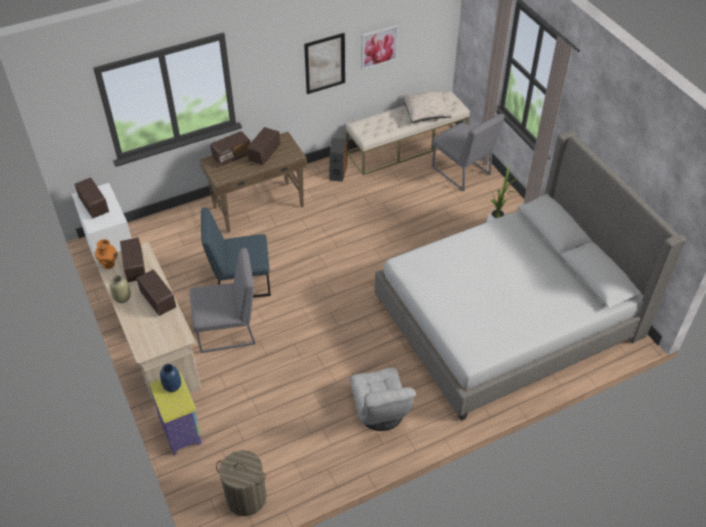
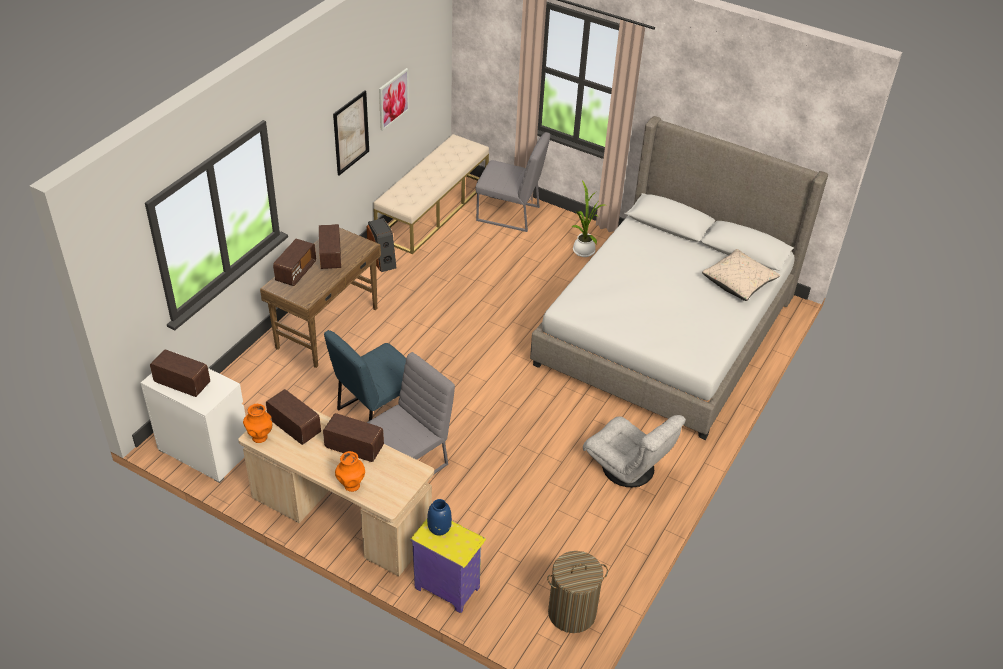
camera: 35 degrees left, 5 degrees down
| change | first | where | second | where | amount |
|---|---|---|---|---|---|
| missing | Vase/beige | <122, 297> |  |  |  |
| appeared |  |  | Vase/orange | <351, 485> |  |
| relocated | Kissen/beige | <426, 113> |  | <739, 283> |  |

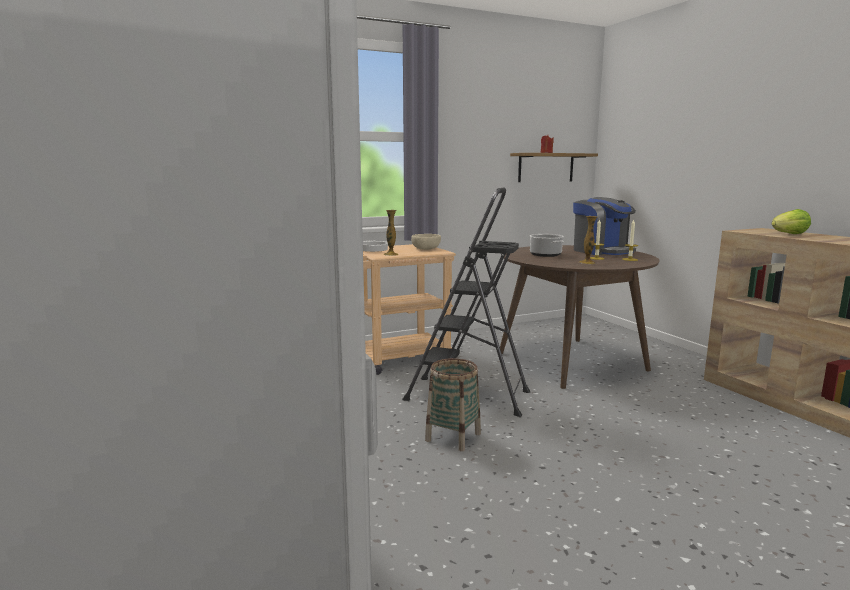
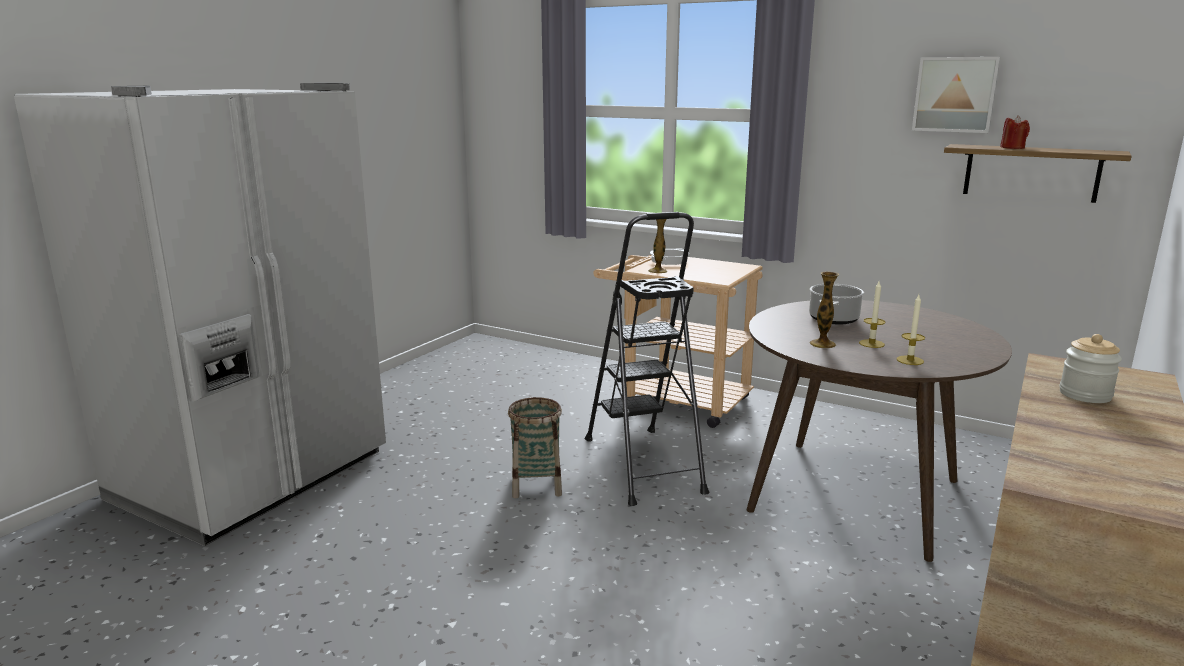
camera: 55 degrees right, 5 degrees up
| change | first | where | second | where | amount |
|---|---|---|---|---|---|
| missing | Schüssel/beige | <426, 249> |  |  |  |
| missing | Kaffeemaschine | <601, 251> |  |  |  |
| appeared |  |  | Bild | <955, 94> |  |
| exchanged | Salatkopf | <788, 234> | Vorratsglas | <1085, 395> |  |

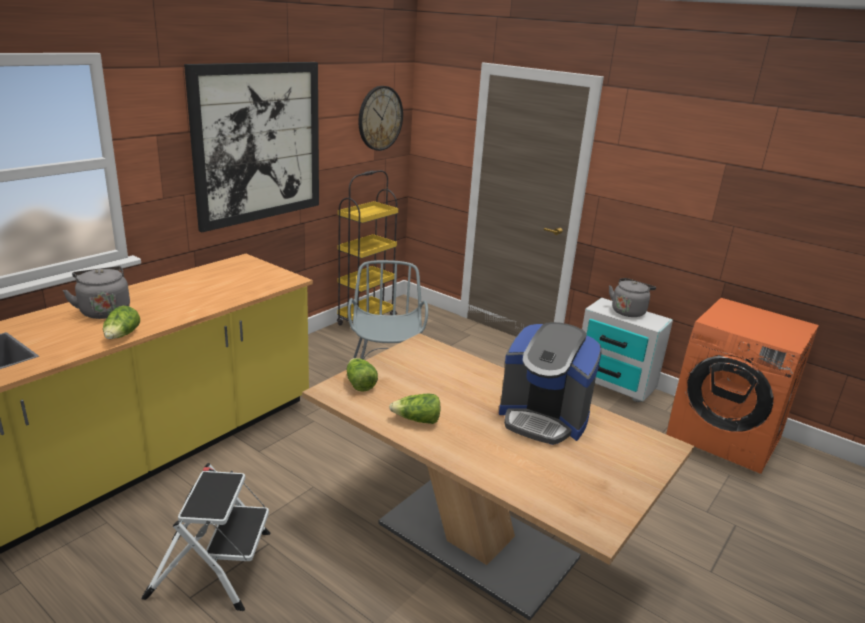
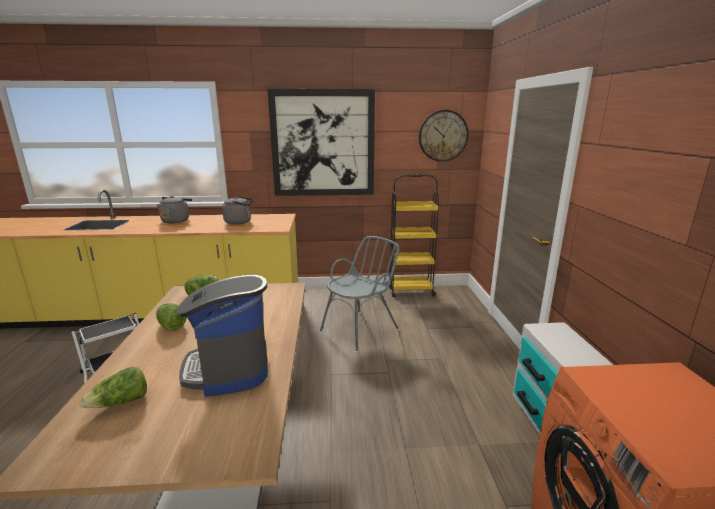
camera: 50 degrees right, 5 degrees down
| change | first | where | second | where | amount |
|---|---|---|---|---|---|
| relocated | Salatkopf | <122, 336> |  | <121, 403> |  |
| relocated | Wasserkessel/grau | <628, 311> |  | <240, 222> |  |

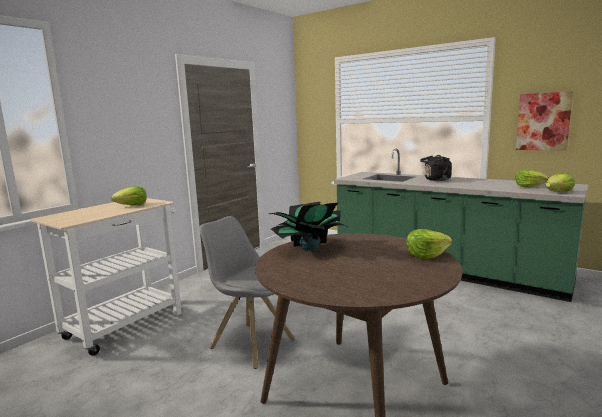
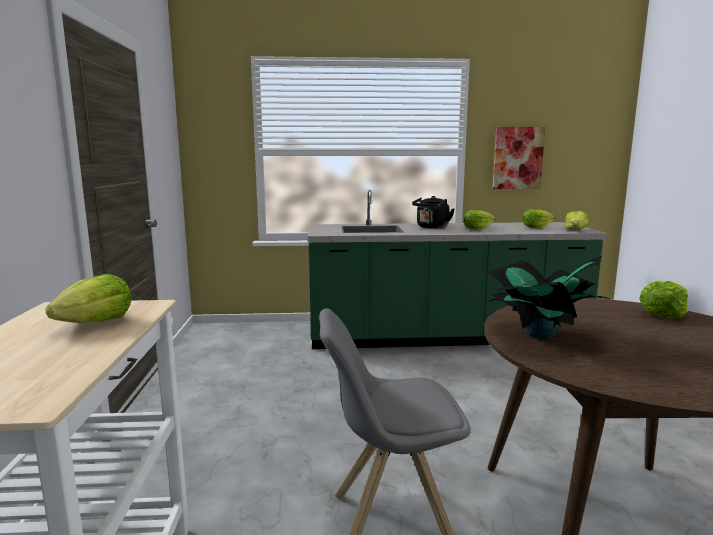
camera: 40 degrees left, 0 degrees up
| change | first | where | second | where | amount |
|---|---|---|---|---|---|
| appeared |  |  | Salatkopf | <477, 228> |  |

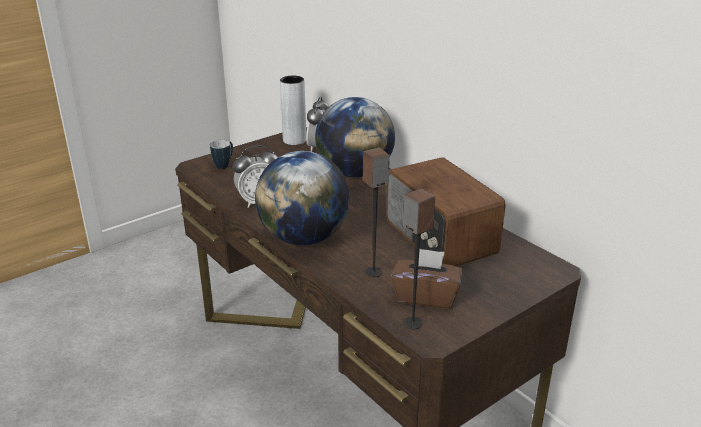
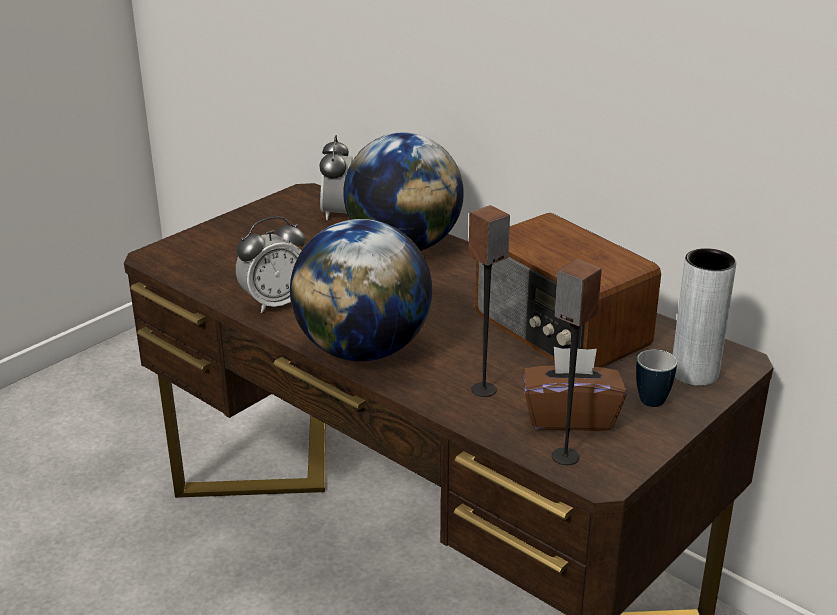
camera: 10 degrees left, 0 degrees up
| change | first | where | second | where | amount |
|---|---|---|---|---|---|
| relocated | Henkelbecher | <224, 165> |  | <653, 397> |  |
| relocated | Vase/grau | <294, 140> |  | <694, 373> |  |

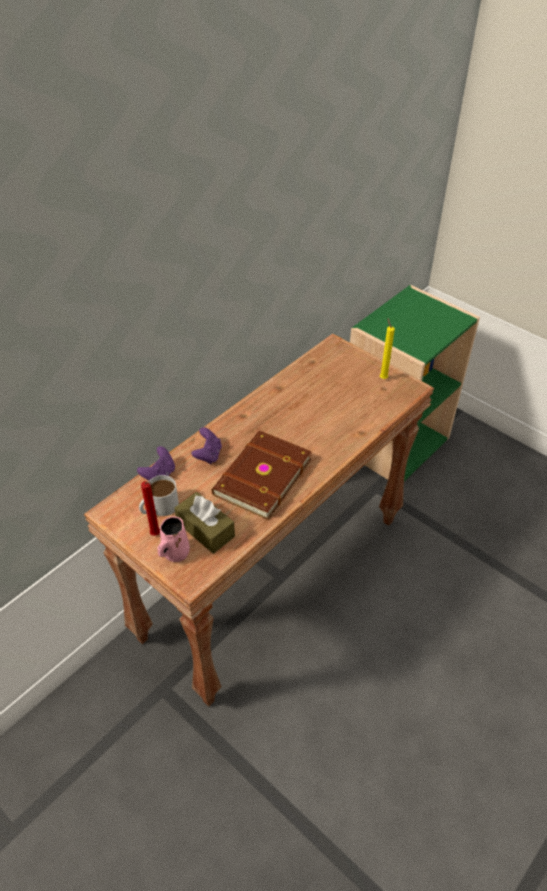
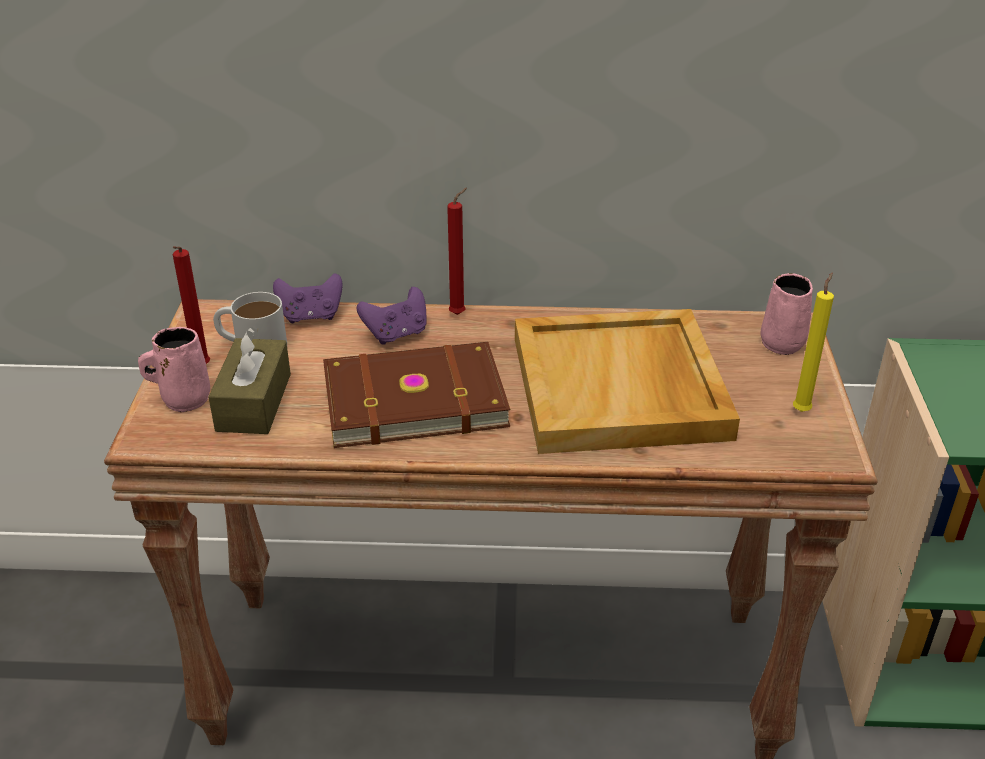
camera: 50 degrees right, 10 degrees down
| change | first | where | second | where | amount |
|---|---|---|---|---|---|
| appeared |  |  | Kerze/rot | <459, 313> |  |
| appeared |  |  | Tablett/beige | <621, 388> |  |
| appeared |  |  | Henkelbecher/rosa | <782, 342> |  |

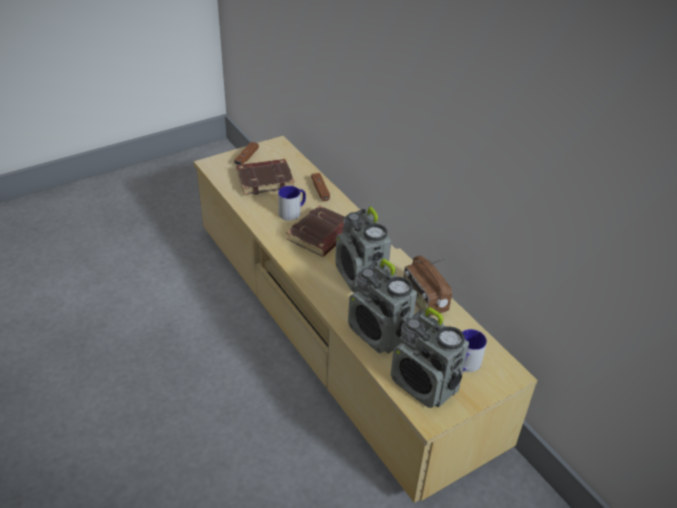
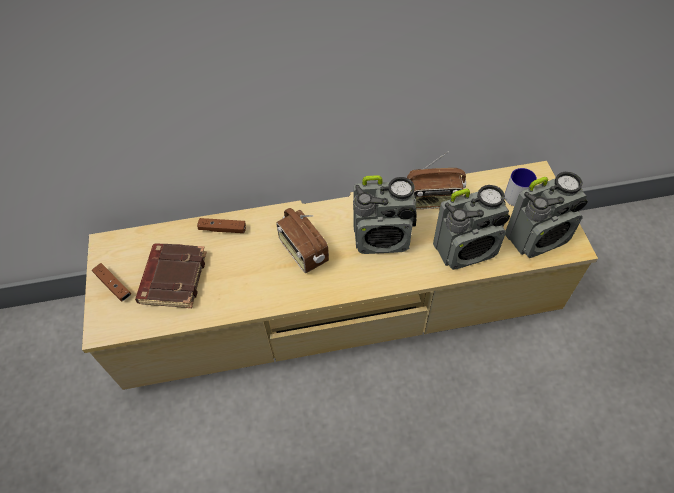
camera: 65 degrees left, 15 degrees up
| change | first | where | second | where | amount |
|---|---|---|---|---|---|
| missing | Henkelbecher | <293, 212> |  |  |  |
| exchanged | Buch/braun | <321, 236> | Radio | <303, 252> |  |

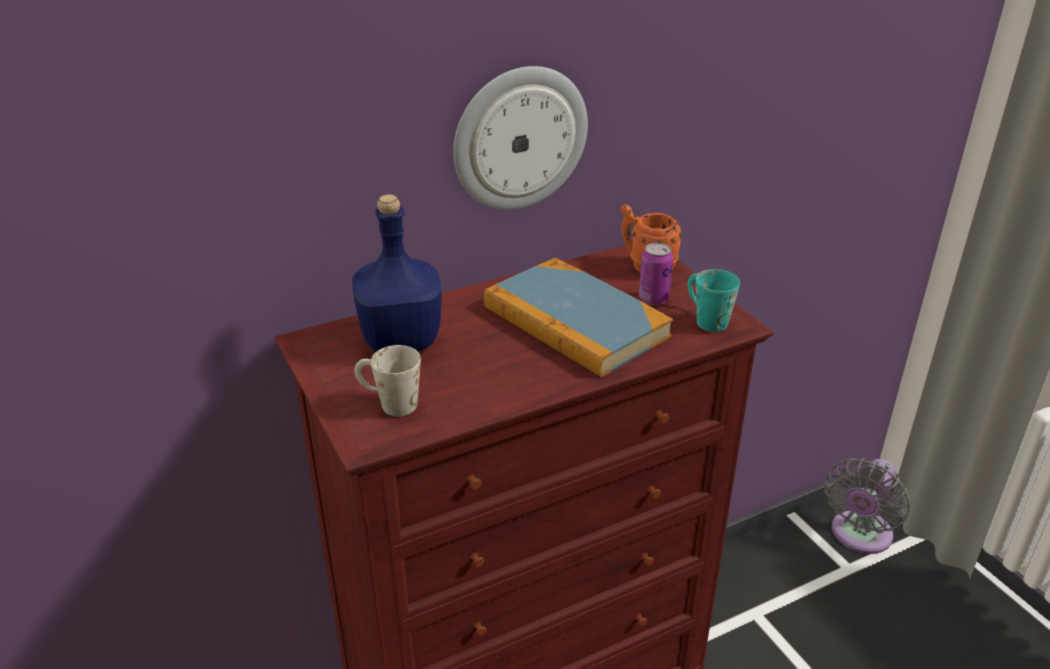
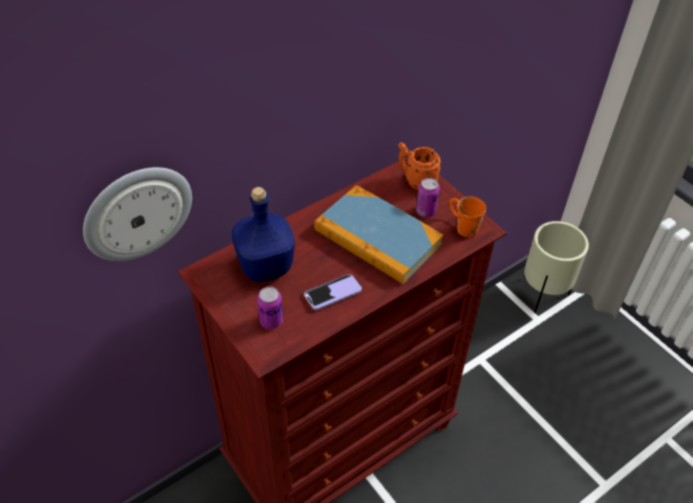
camera: 10 degrees left, 15 degrees up
| change | first | where | second | where | amount |
|---|---|---|---|---|---|
| appeared |  |  | Handy | <333, 293> |  |
| relocated | Wanduhr | <519, 138> |  | <137, 212> |  |
| exchanged | Henkelbecher/weiß | <388, 403> | Dose | <271, 321> |  |
| exchanged | Ventilator/grau | <858, 536> | Pflanzkübel/beige | <543, 295> |  |
| colour | Henkelbecher/türkis | <704, 318> | Henkelbecher/orange | <461, 226> |  |

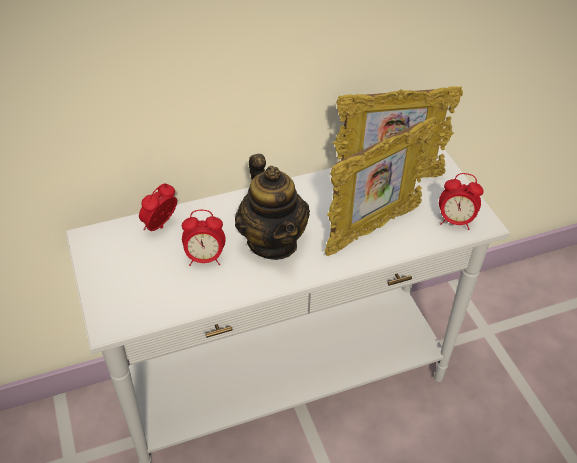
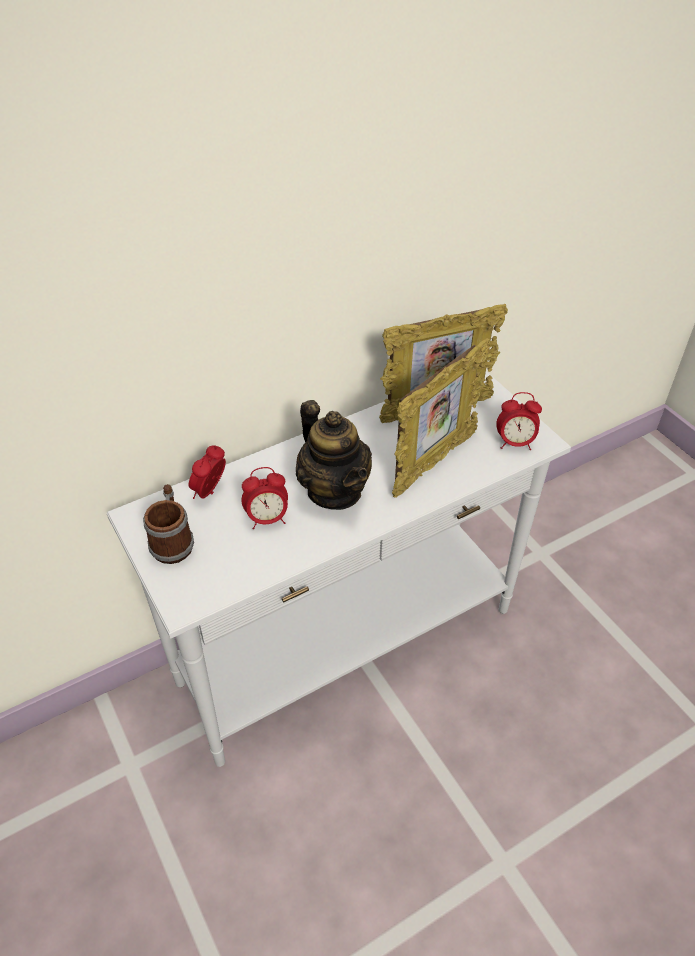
camera: 10 degrees left, 0 degrees up
| change | first | where | second | where | amount |
|---|---|---|---|---|---|
| appeared |  |  | Henkelbecher | <173, 541> |  |

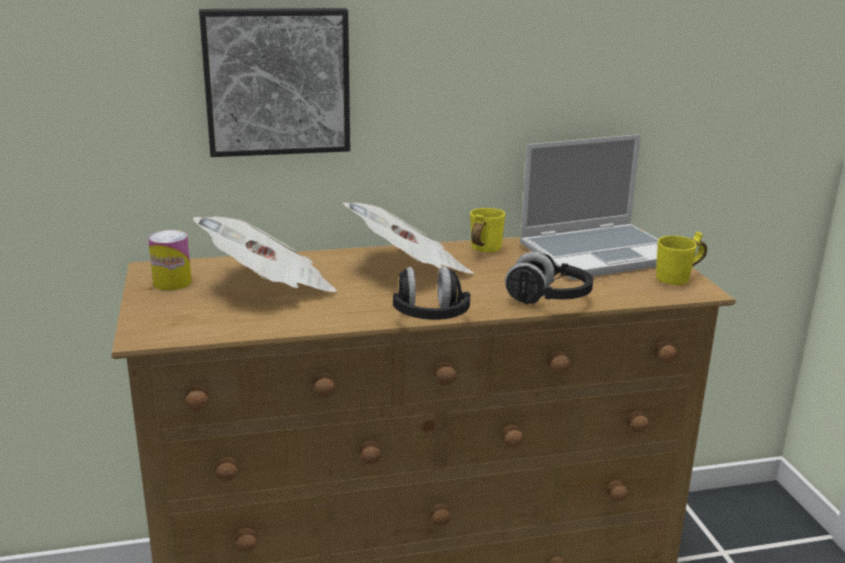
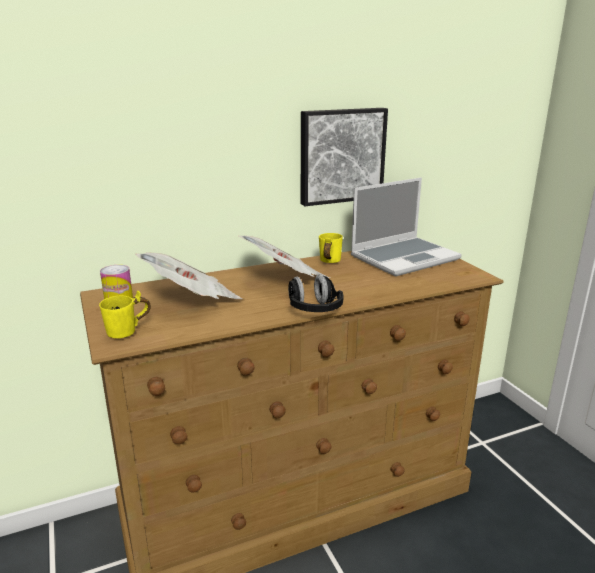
camera: 10 degrees left, 0 degrees up
| change | first | where | second | where | amount |
|---|---|---|---|---|---|
| missing | Kopfhörer/schwarz | <547, 299> |  |  |  |
| relocated | Bild | <277, 81> |  | <341, 155> |  |
| relocated | Henkelbecher/gelb | <680, 281> |  | <129, 333> |  |

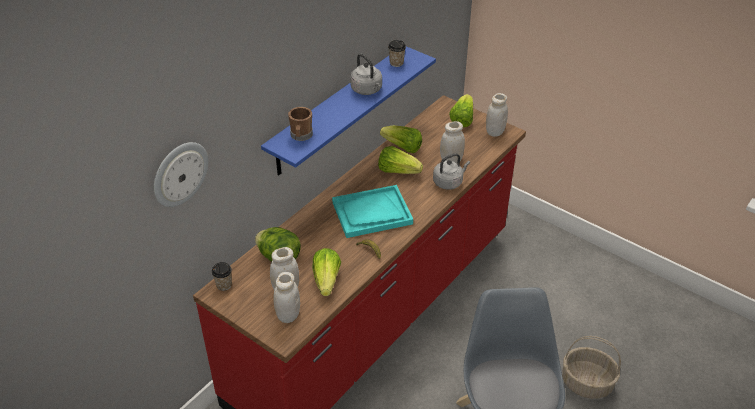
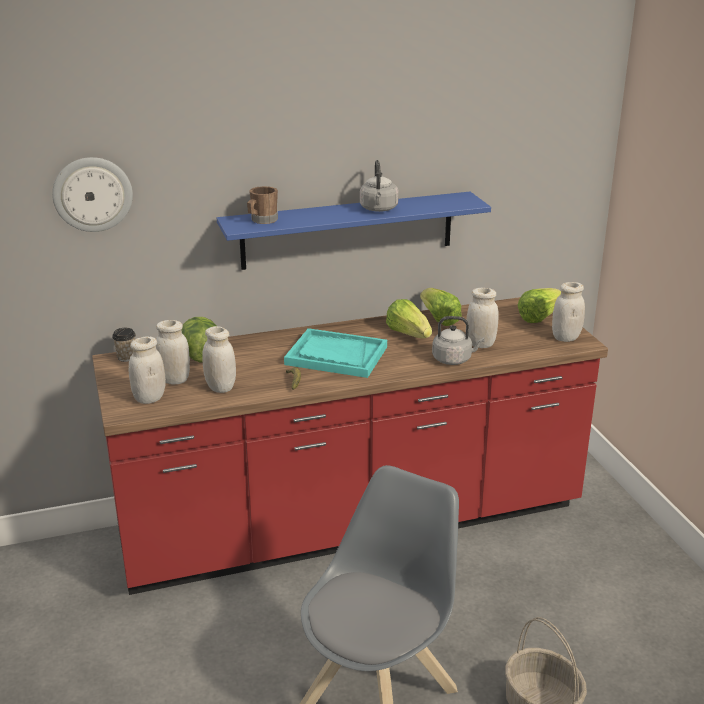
camera: 35 degrees right, 15 degrees down
| change | first | where | second | where | amount |
|---|---|---|---|---|---|
| missing | Tasse | <396, 63> |  |  |  |
| exchanged | Salatkopf | <326, 280> | Vorratsglas/weiß | <220, 387> |  |

